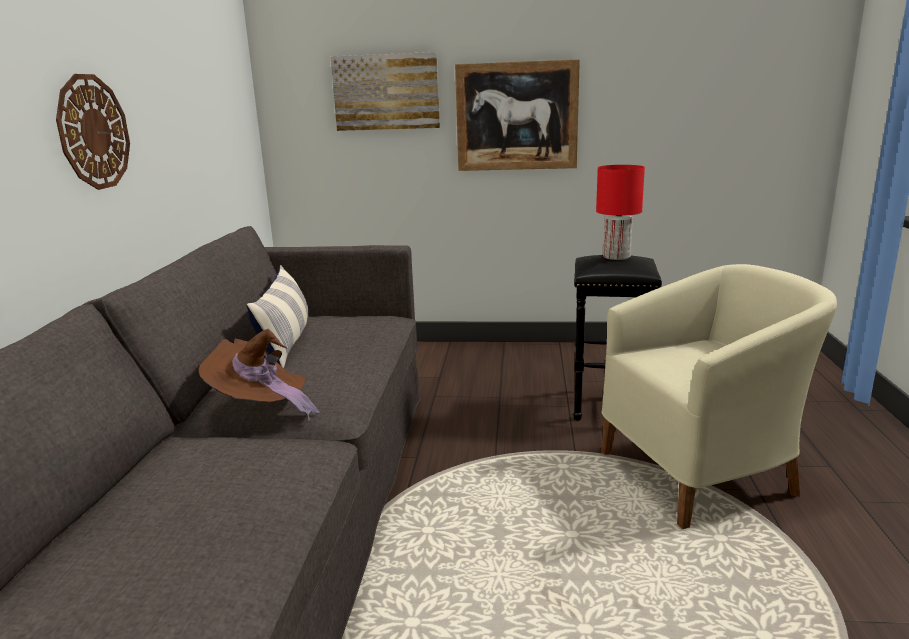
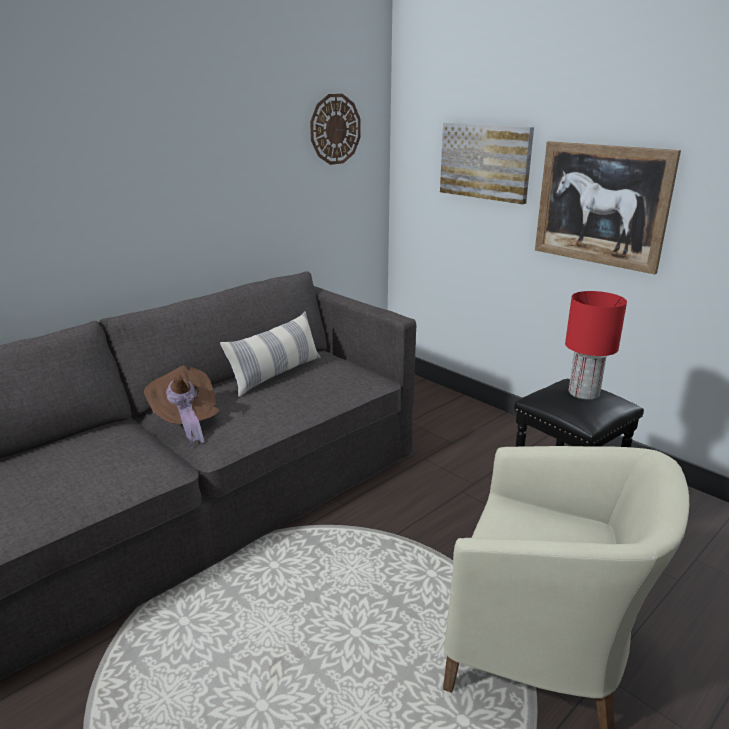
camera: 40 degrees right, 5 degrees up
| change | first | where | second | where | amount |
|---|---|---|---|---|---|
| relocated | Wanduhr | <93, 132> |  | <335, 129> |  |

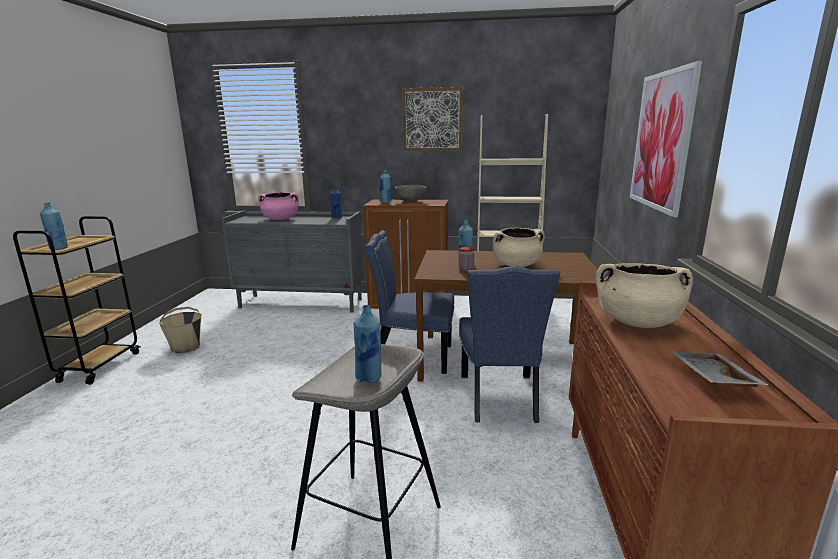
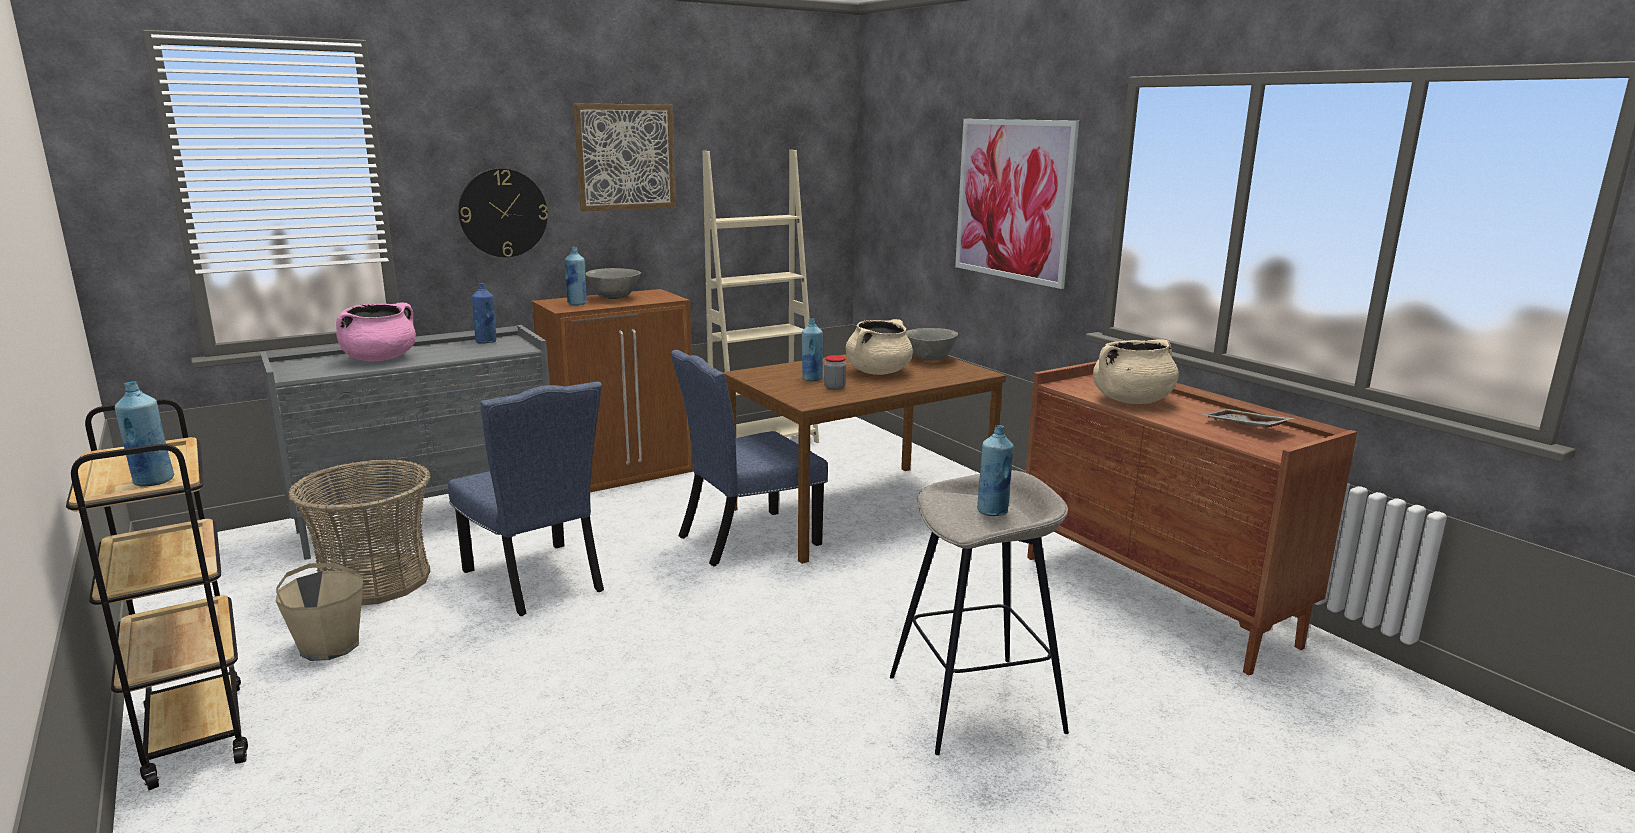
camera: 40 degrees left, 0 degrees up
| change | first | where | second | where | amount |
|---|---|---|---|---|---|
| appeared |  |  | Korb | <375, 581> |  |
| appeared |  |  | Wanduhr | <503, 213> |  |
| appeared |  |  | Schüssel/grau | <929, 359> |  |
| relocated | Stuhl/blau | <500, 396> |  | <535, 578> |  |

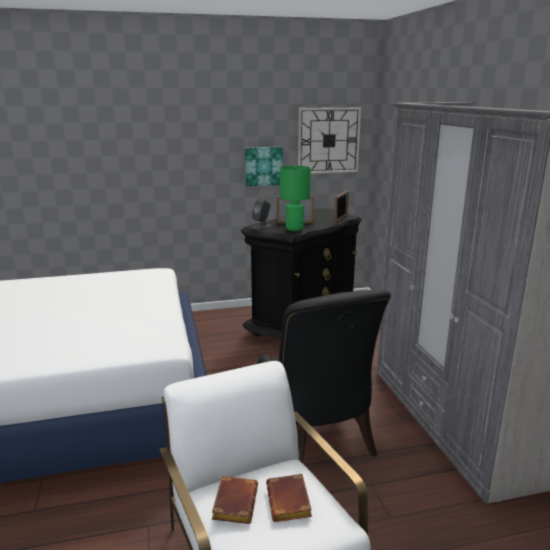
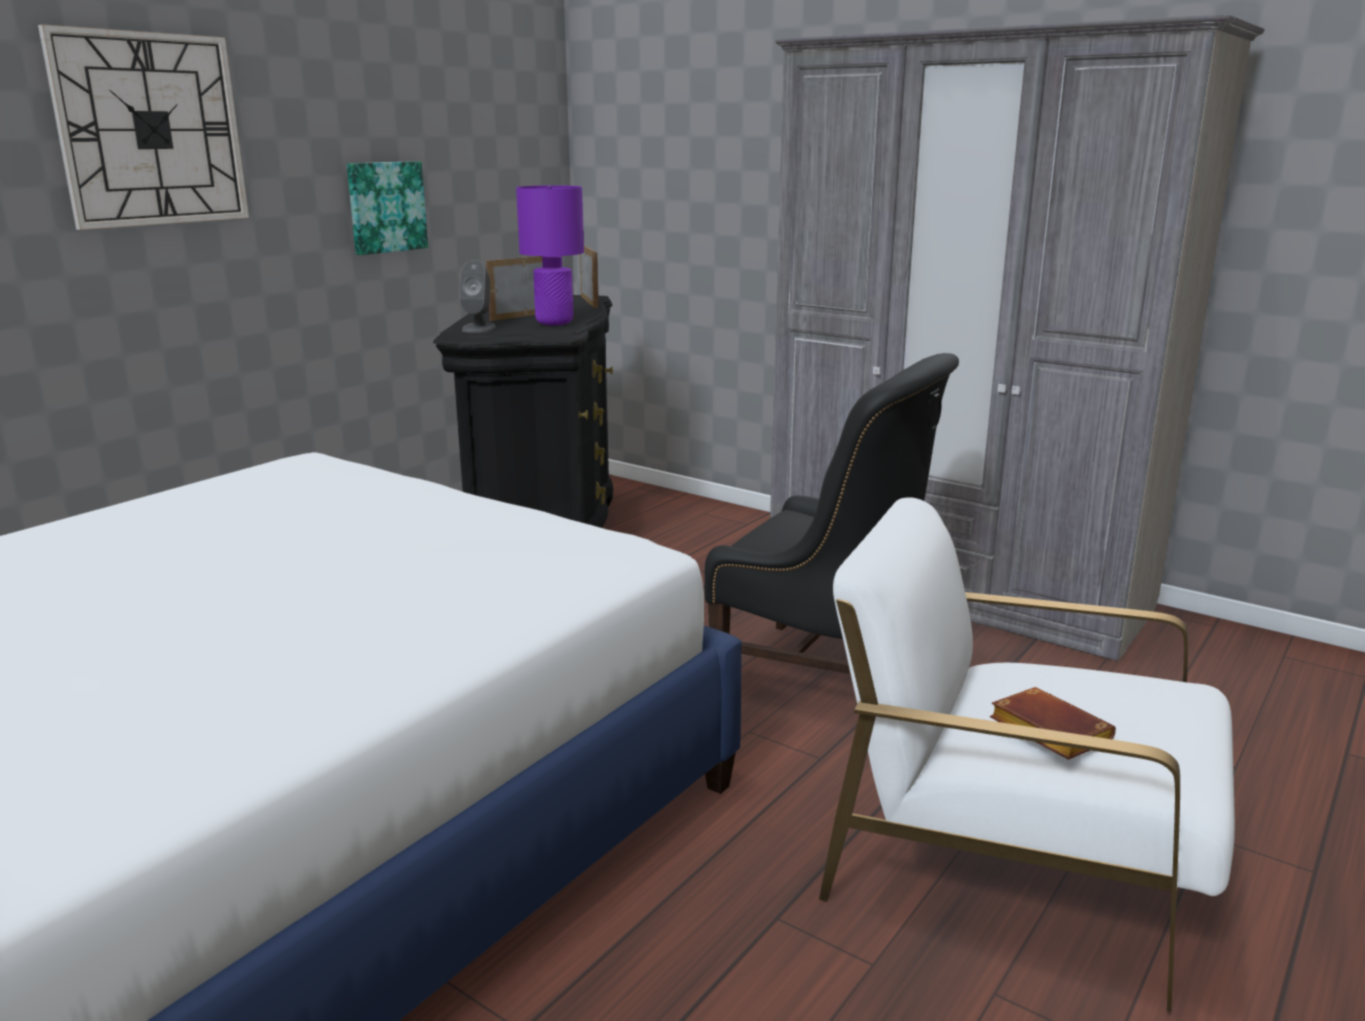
camera: 40 degrees left, 0 degrees up
| change | first | where | second | where | amount |
|---|---|---|---|---|---|
| missing | Buch/braun | <290, 503> |  |  |  |
| relocated | Wanduhr | <328, 140> |  | <150, 130> |  |
| colour | Tischlampe/grün | <294, 230> | Tischlampe/lila | <555, 324> |  |

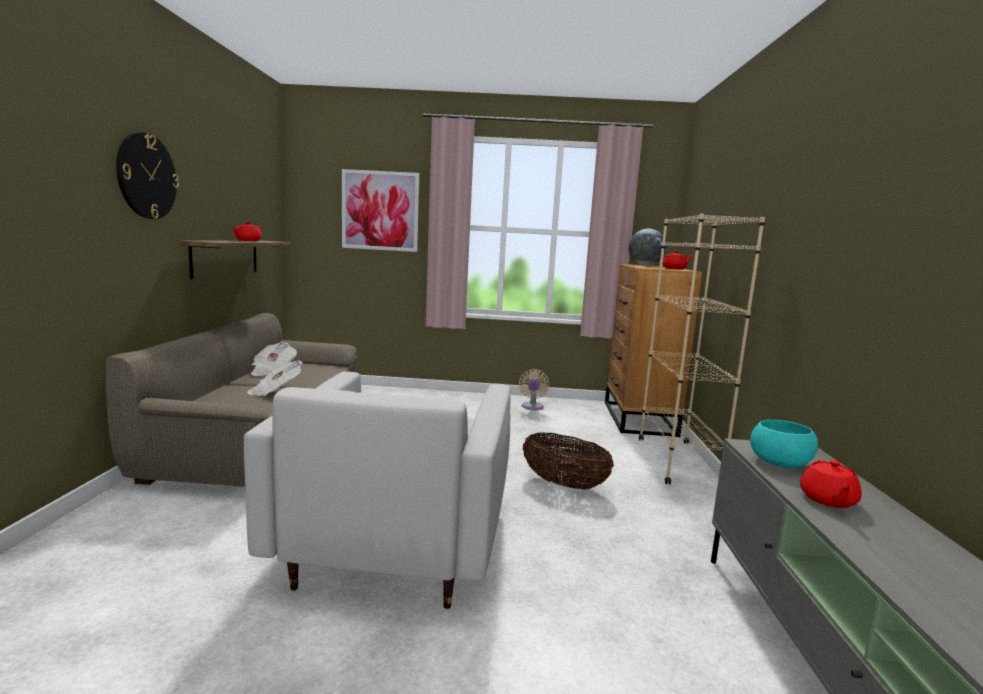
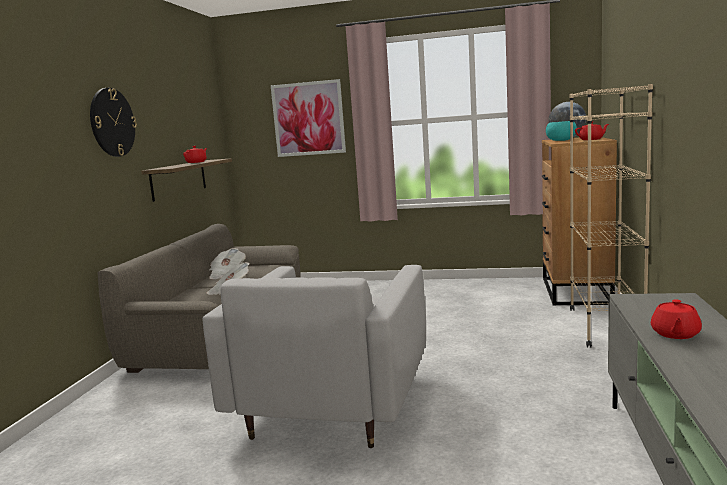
camera: 10 degrees right, 0 degrees up
| change | first | where | second | where | amount |
|---|---|---|---|---|---|
| missing | Ventilator/beige | <532, 407> |  |  |  |
| missing | Korb | <564, 484> |  |  |  |
| relocated | Schüssel/türkis | <779, 462> |  | <561, 140> |  |

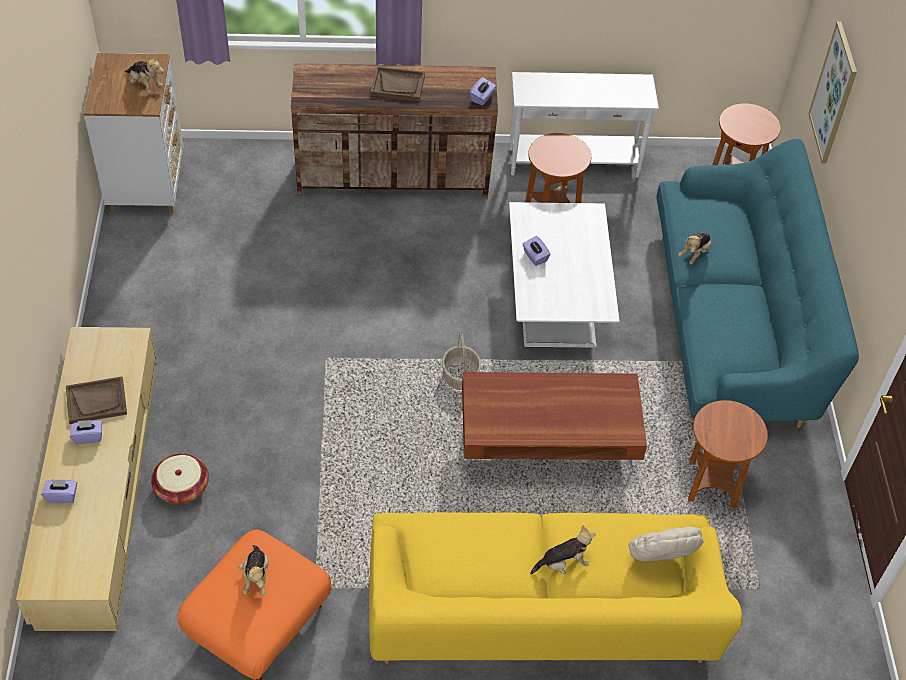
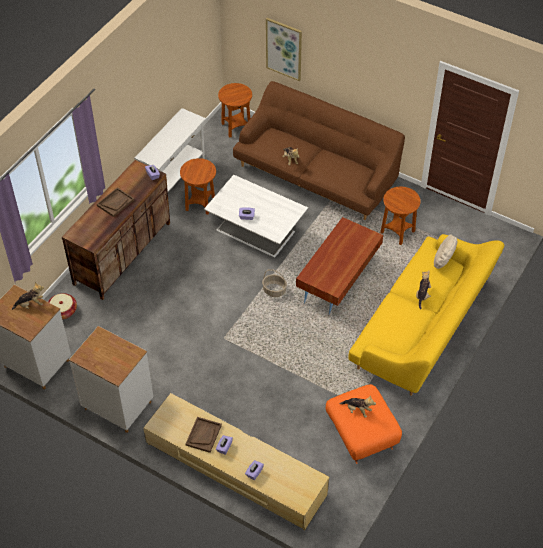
camera: 55 degrees left, 0 degrees up
| change | first | where | second | where | amount |
|---|---|---|---|---|---|
| appeared |  |  | Kommode | <117, 405> |  |
| relocated | Korb | <182, 487> |  | <63, 311> |  |
| colour | Sofa/türkis | <733, 320> | Sofa/braun | <316, 174> |  |

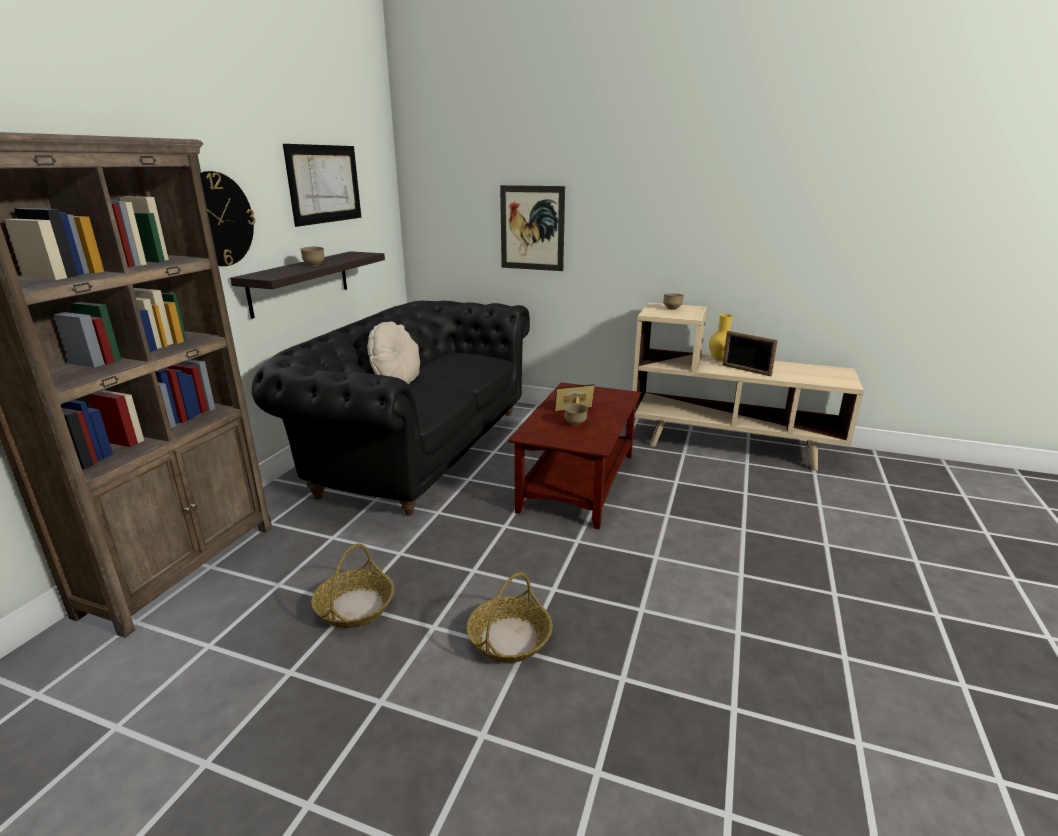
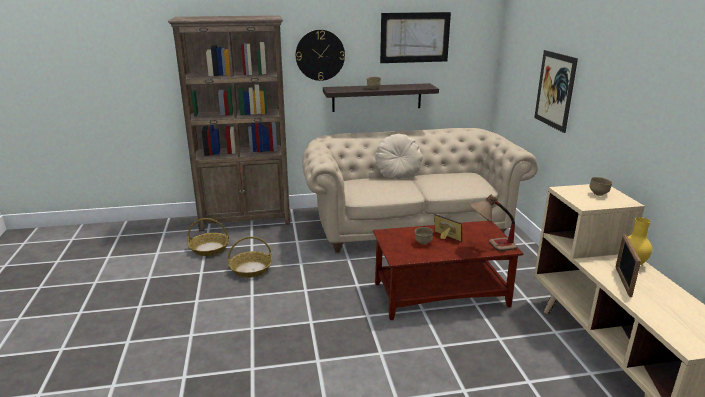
camera: 60 degrees right, 0 degrees up
| change | first | where | second | where | amount |
|---|---|---|---|---|---|
| appeared |  |  | Tischlampe | <490, 247> |  |
| relocated | Korb | <509, 639> |  | <209, 249> |  |
| colour | Sofa/schwarz | <413, 447> | Sofa/beige | <408, 225> |  |

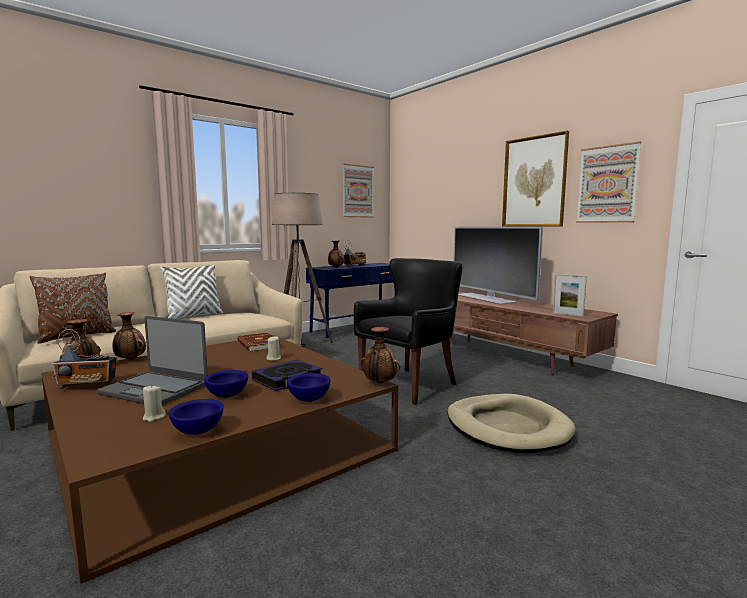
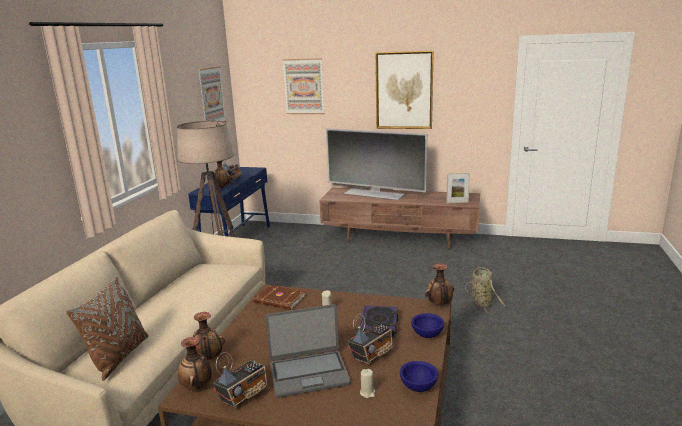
camera: 35 degrees left, 10 degrees up
| change | first | where | second | where | amount |
|---|---|---|---|---|---|
| missing | Kissen/weiß | <194, 316> |  |  |  |
| missing | Sessel/schwarz | <410, 385> |  |  |  |
| relocated | Bild | <607, 184> |  | <304, 86> |  |
| exchanged | Schüssel/blau | <228, 395> | Radio | <372, 354> |  |
| exchanged | Hundebett/beige | <507, 427> | Korb | <481, 303> |  |

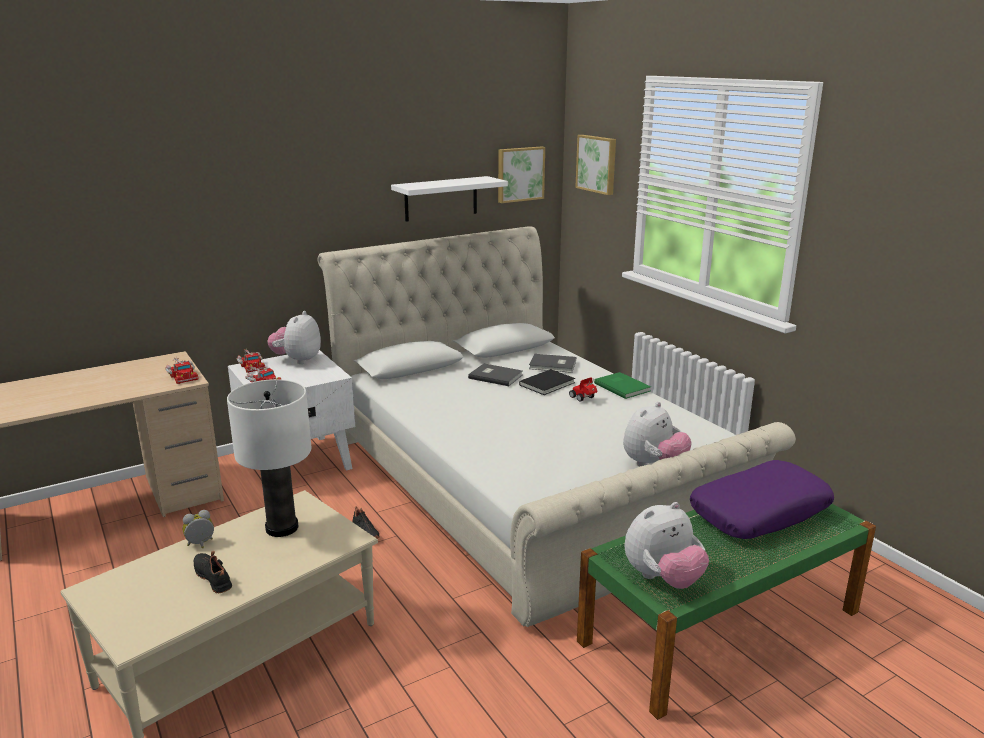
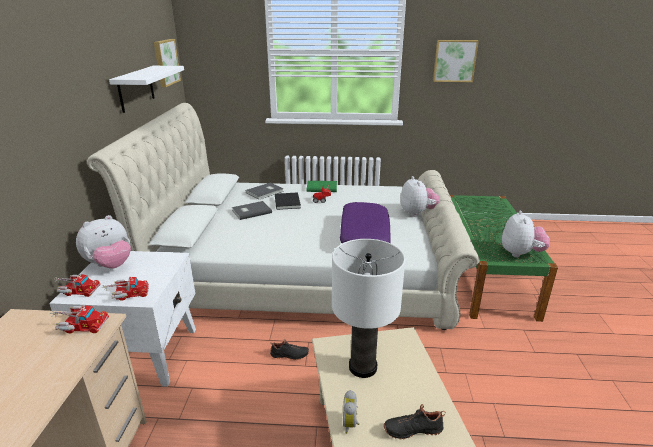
camera: 55 degrees left, 5 degrees up
| change | first | where | second | where | amount |
|---|---|---|---|---|---|
| relocated | Bild | <597, 164> |  | <454, 61> |  |
| relocated | Kissen/lila | <759, 512> |  | <364, 234> |  |
| spun | Plüschtier | <297, 360> |  | <110, 265> | 90 degrees counterclockwise |

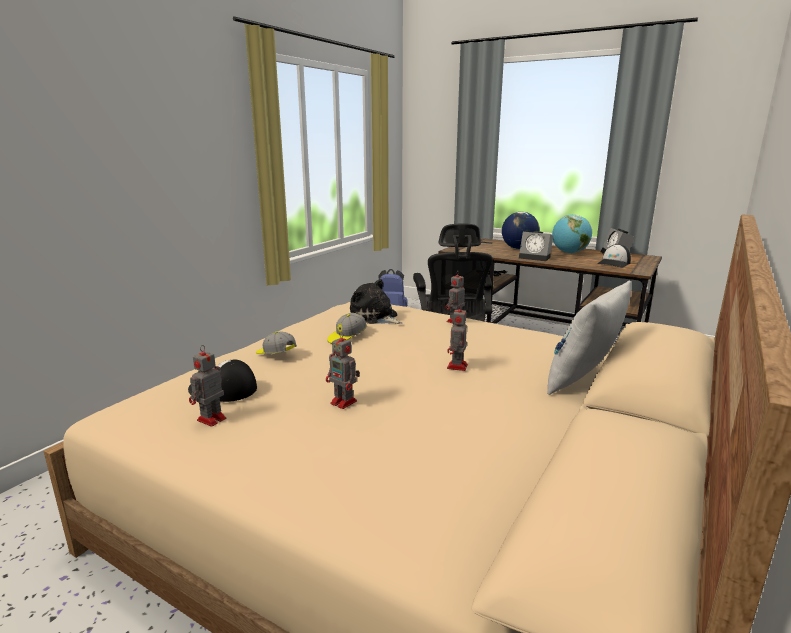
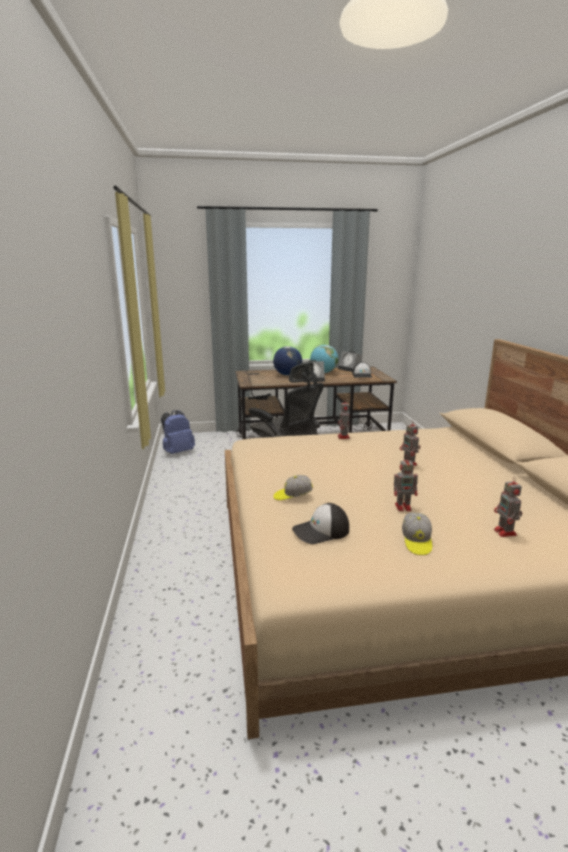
camera: 40 degrees left, 0 degrees up
| change | first | where | second | where | amount |
|---|---|---|---|---|---|
| missing | Plüschtier | <375, 317> |  |  |  |
| missing | Kissen/grau | <583, 381> |  |  |  |
| relocated | Spielzeugroboter | <210, 420> |  | <505, 533> |  |
| relocated | Kappe | <346, 337> |  | <416, 541> |  |

